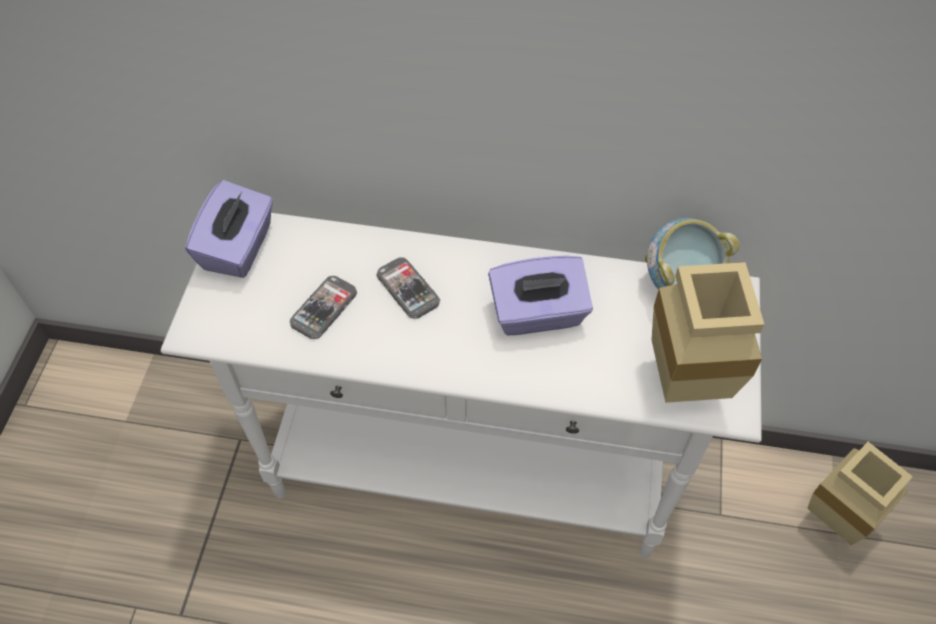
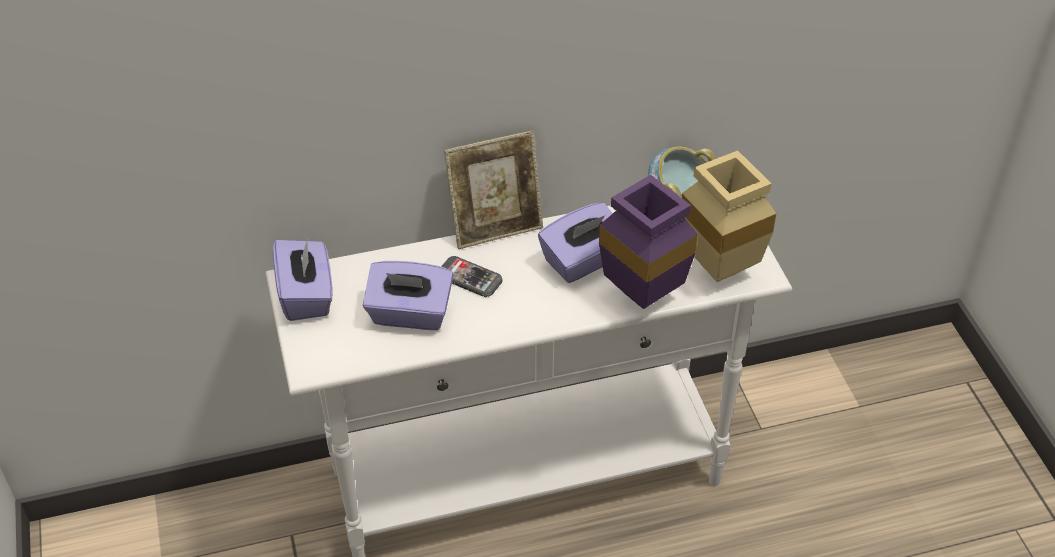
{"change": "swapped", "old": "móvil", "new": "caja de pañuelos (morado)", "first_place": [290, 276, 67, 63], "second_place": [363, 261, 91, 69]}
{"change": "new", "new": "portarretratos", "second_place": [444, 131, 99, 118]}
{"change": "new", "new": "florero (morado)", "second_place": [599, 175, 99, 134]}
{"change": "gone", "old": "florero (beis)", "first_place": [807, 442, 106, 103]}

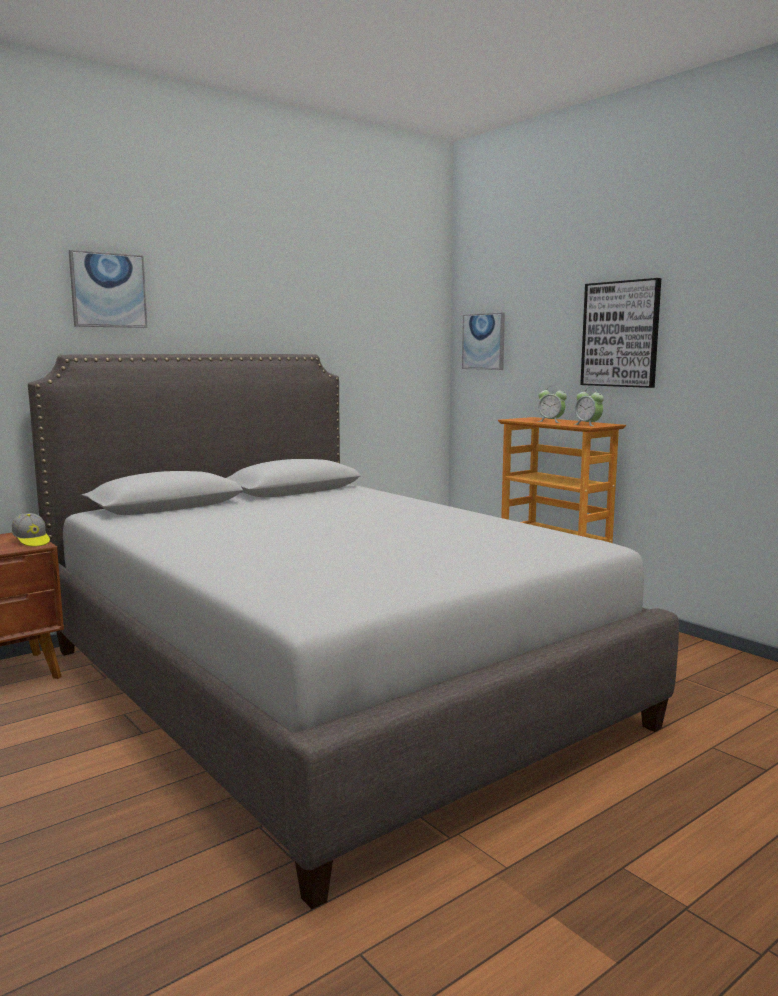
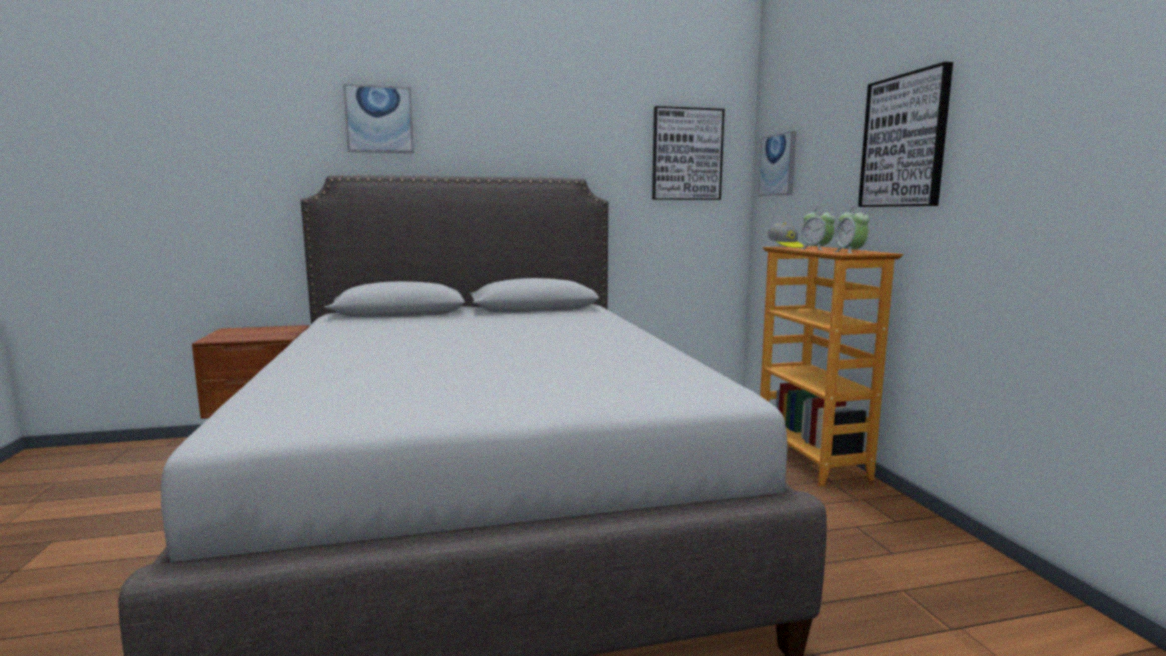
{"change": "new", "new": "cuadro", "second_place": [652, 106, 73, 94]}
{"change": "shifted", "old": "gorra", "first_place": [12, 513, 38, 34], "second_place": [767, 223, 37, 25]}

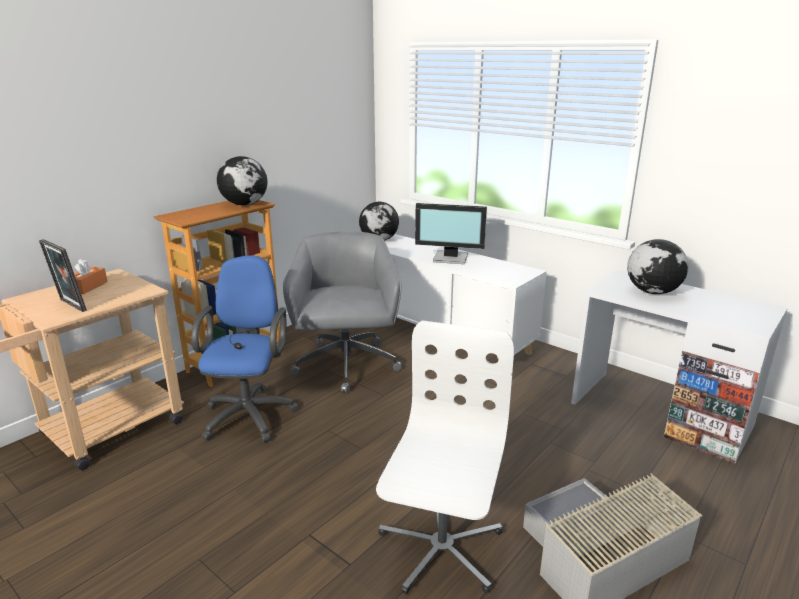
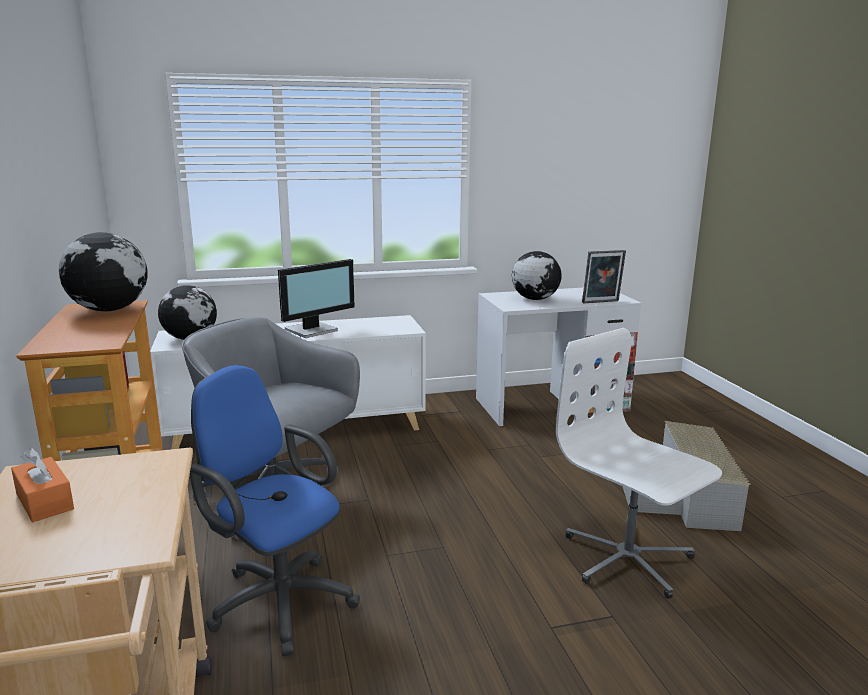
{"change": "shifted", "old": "portarretratos", "first_place": [39, 239, 48, 73], "second_place": [582, 250, 44, 53]}

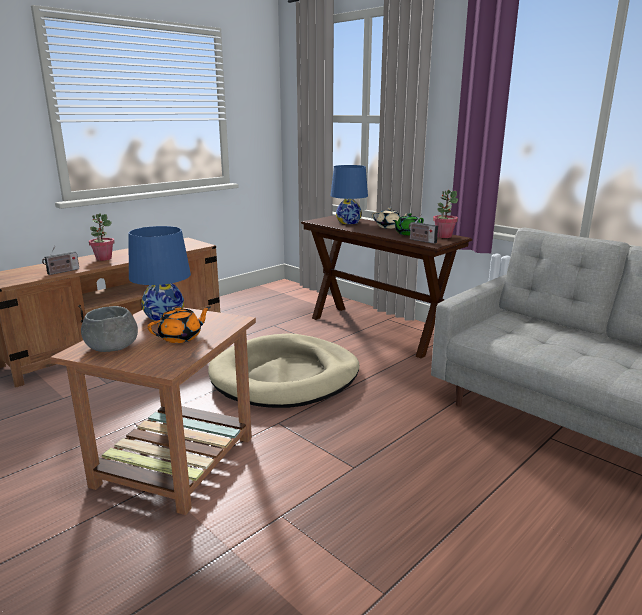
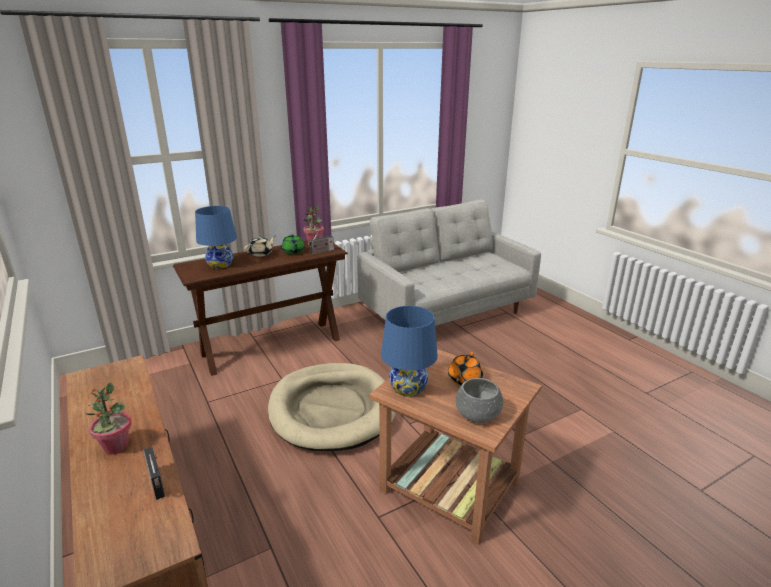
{"change": "rotated", "old": "tetera (naranja)", "first_place": [148, 306, 63, 37], "second_place": [448, 352, 35, 33], "degrees": -135}

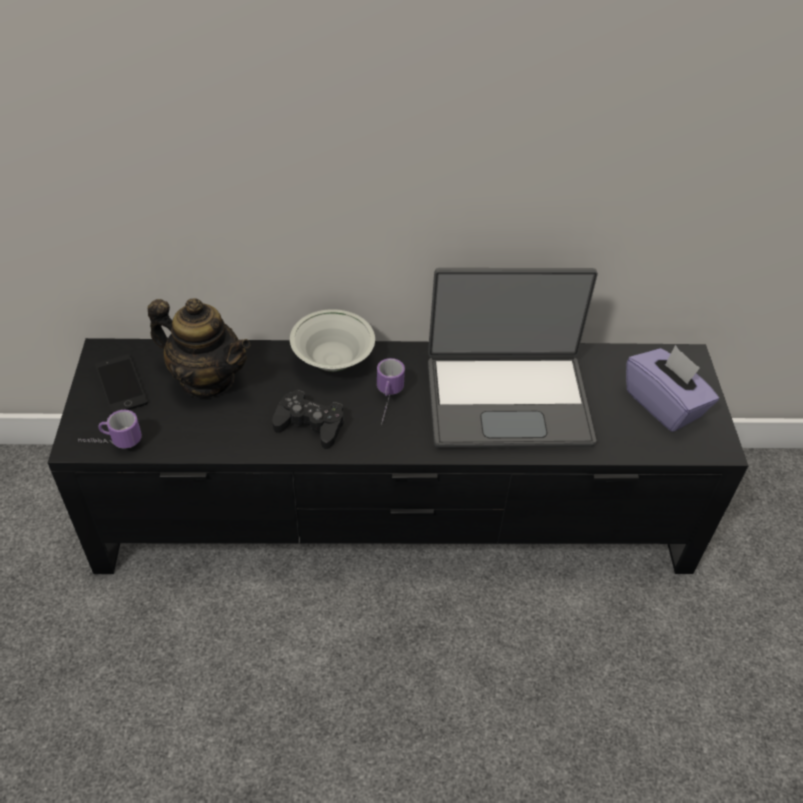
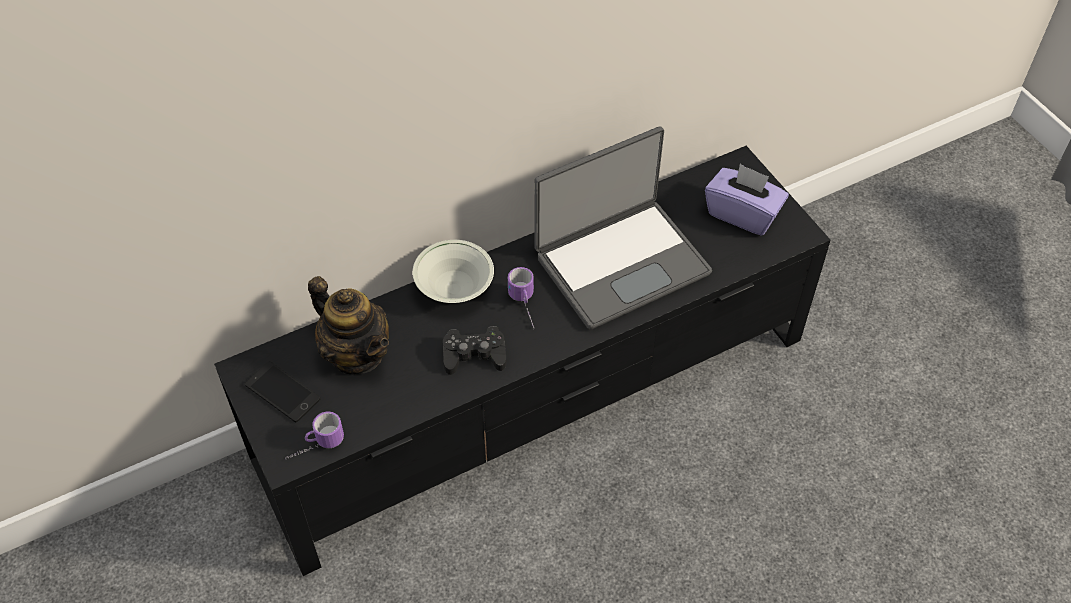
{"change": "rotated", "old": "tetera", "first_place": [148, 298, 103, 100], "second_place": [308, 276, 81, 98], "degrees": 45}

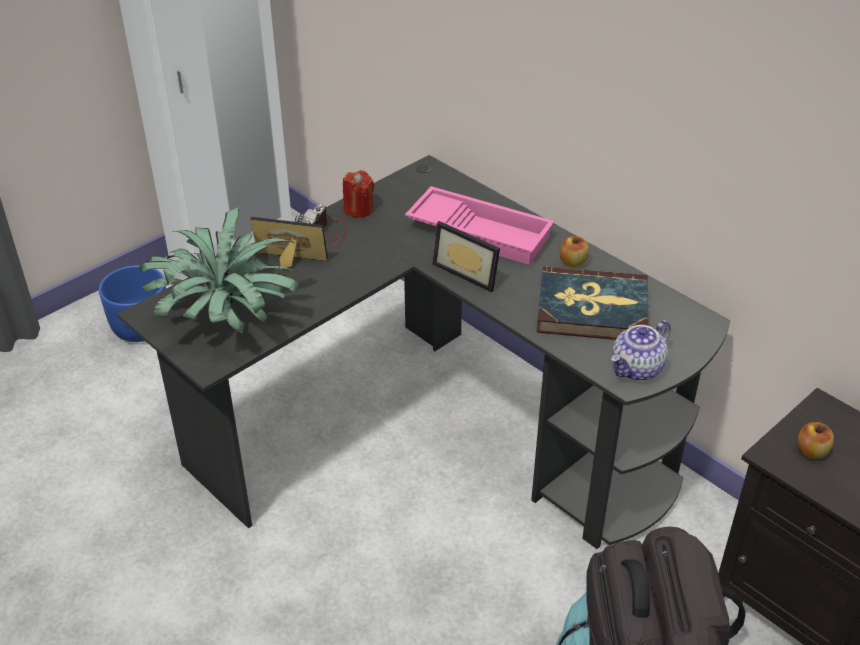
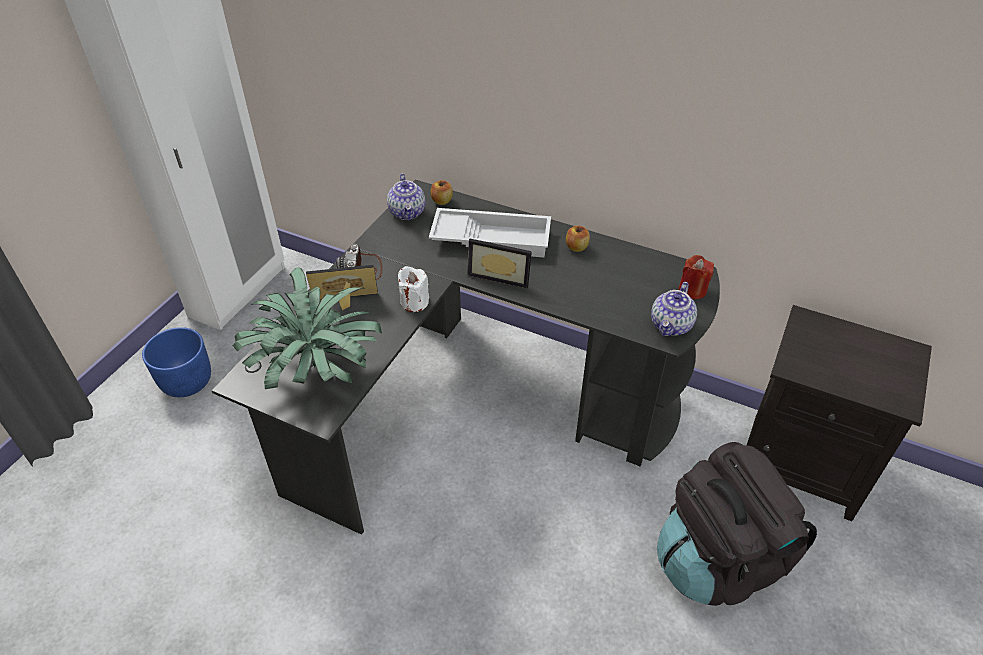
{"change": "new", "new": "tetera", "second_place": [387, 173, 38, 48]}
{"change": "new", "new": "vela (blanco)", "second_place": [398, 266, 31, 46]}
{"change": "repainted", "old": "bandeja (rosa)", "new": "bandeja (blanco)", "first_place": [405, 186, 149, 79], "second_place": [429, 208, 122, 50]}
{"change": "shifted", "old": "manzana", "first_place": [797, 422, 37, 37], "second_place": [431, 180, 22, 25]}
{"change": "shifted", "old": "vela (rojo)", "first_place": [343, 170, 31, 47], "second_place": [679, 255, 35, 44]}
{"change": "gone", "old": "libro", "first_place": [537, 266, 112, 74]}

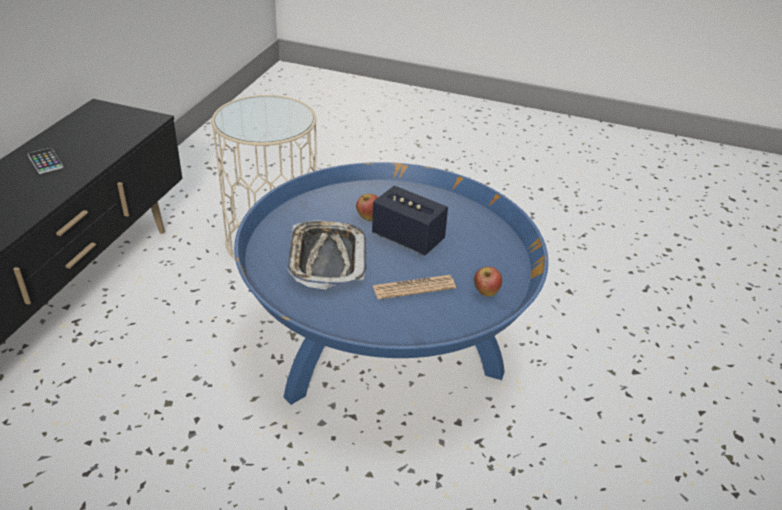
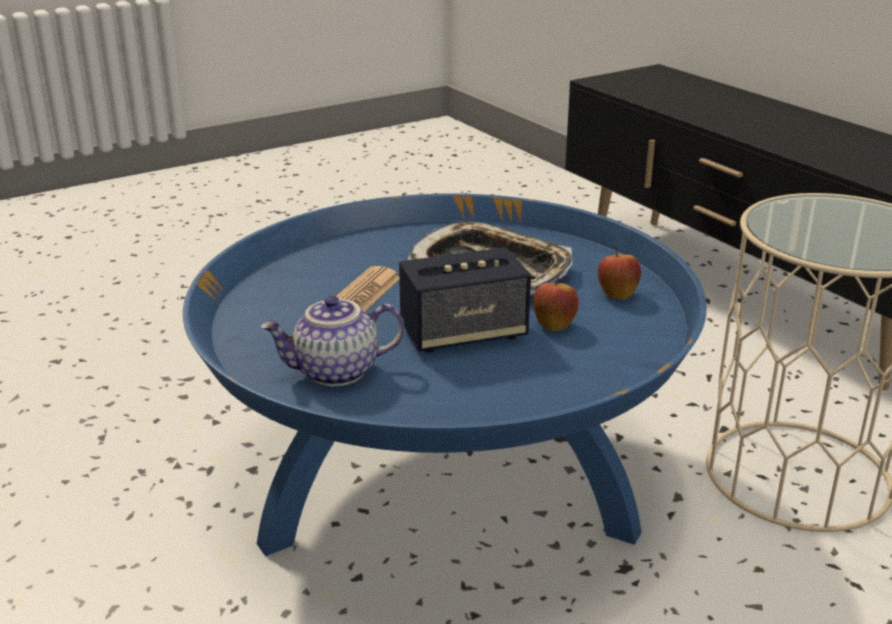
{"change": "new", "new": "tetera", "second_place": [260, 296, 145, 90]}
{"change": "shifted", "old": "manzana", "first_place": [474, 267, 28, 30], "second_place": [598, 245, 43, 55]}
{"change": "gone", "old": "móvil", "first_place": [28, 148, 36, 26]}

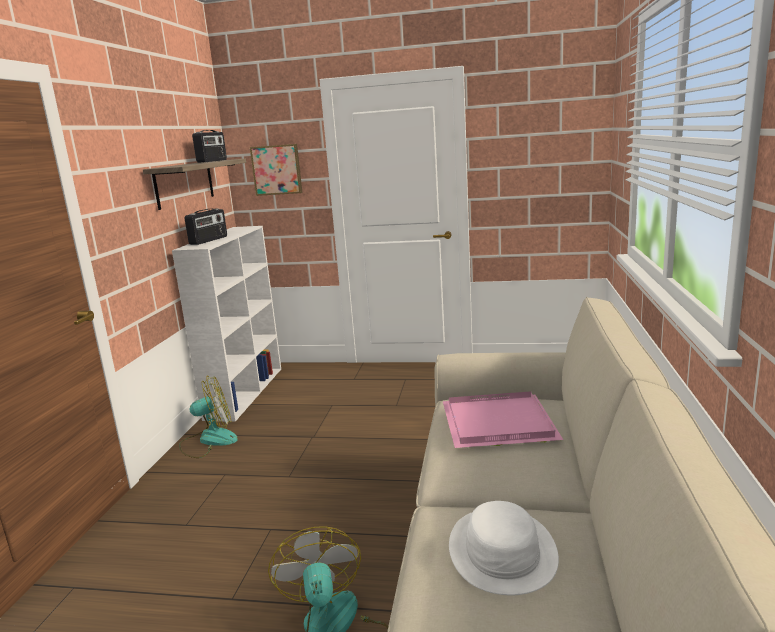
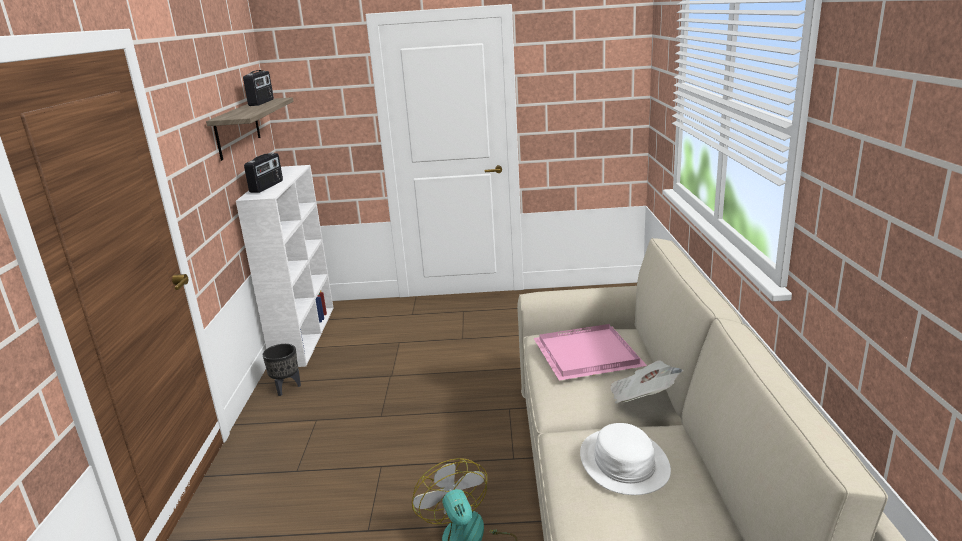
{"change": "swapped", "old": "ventilador", "new": "maceta (negro)", "first_place": [179, 375, 59, 83], "second_place": [263, 344, 38, 52]}
{"change": "new", "new": "periódico", "second_place": [610, 360, 74, 44]}
{"change": "gone", "old": "cuadro", "first_place": [250, 144, 52, 52]}

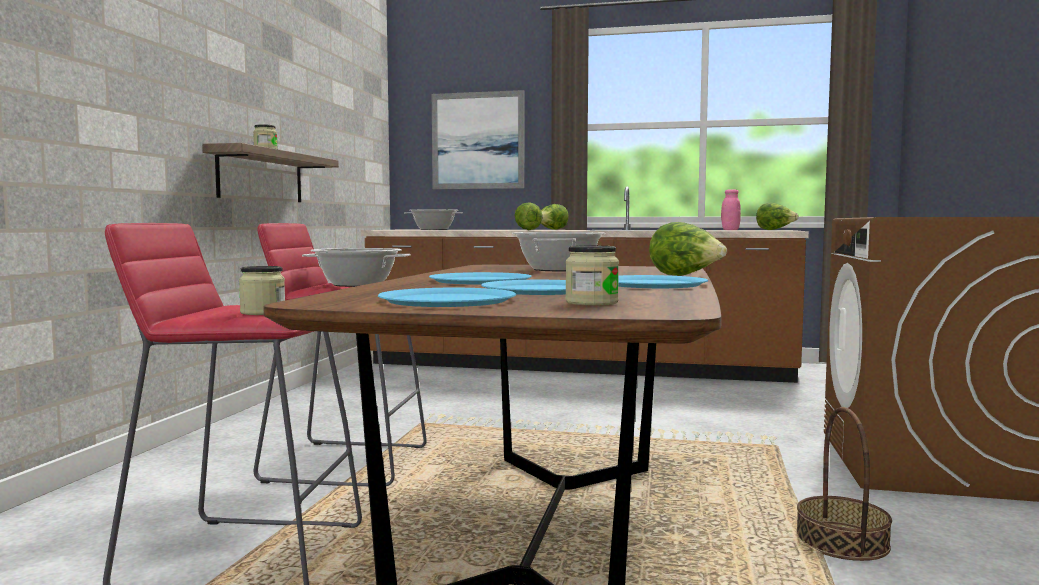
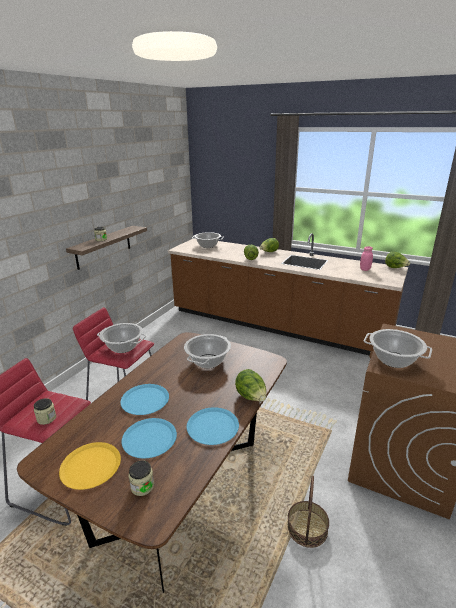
{"change": "repainted", "old": "plato (azul)", "new": "plato (amarillo)", "first_place": [378, 288, 138, 19], "second_place": [59, 442, 62, 48]}
{"change": "new", "new": "olla", "second_place": [364, 329, 68, 39]}
{"change": "gone", "old": "cuadro", "first_place": [432, 90, 92, 99]}

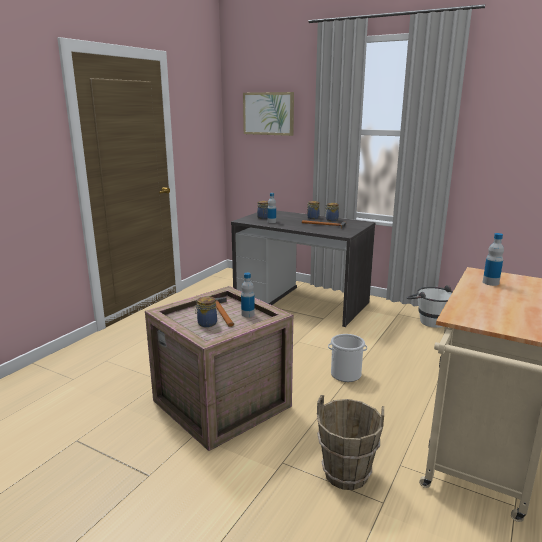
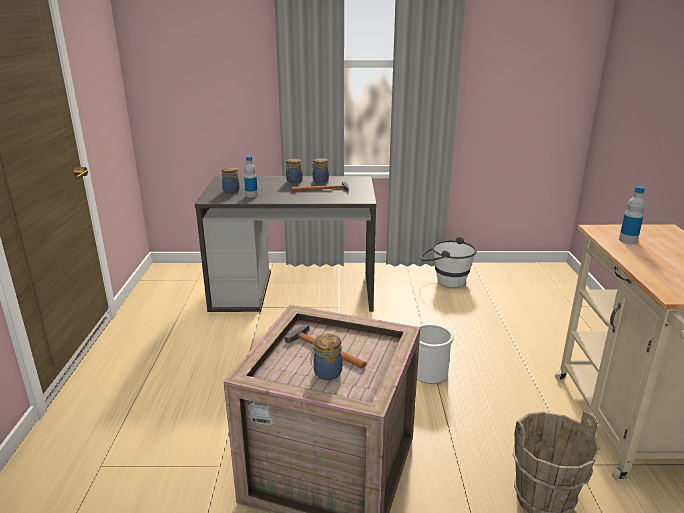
{"change": "gone", "old": "botella", "first_place": [241, 273, 14, 44]}
{"change": "gone", "old": "cuadro", "first_place": [243, 92, 51, 44]}

